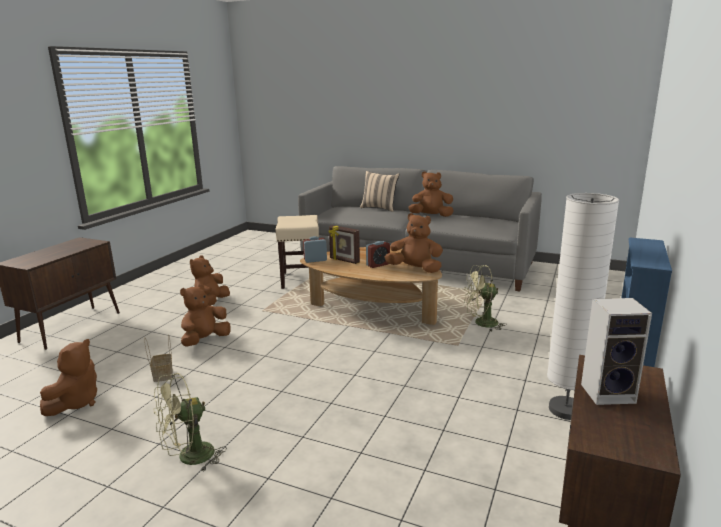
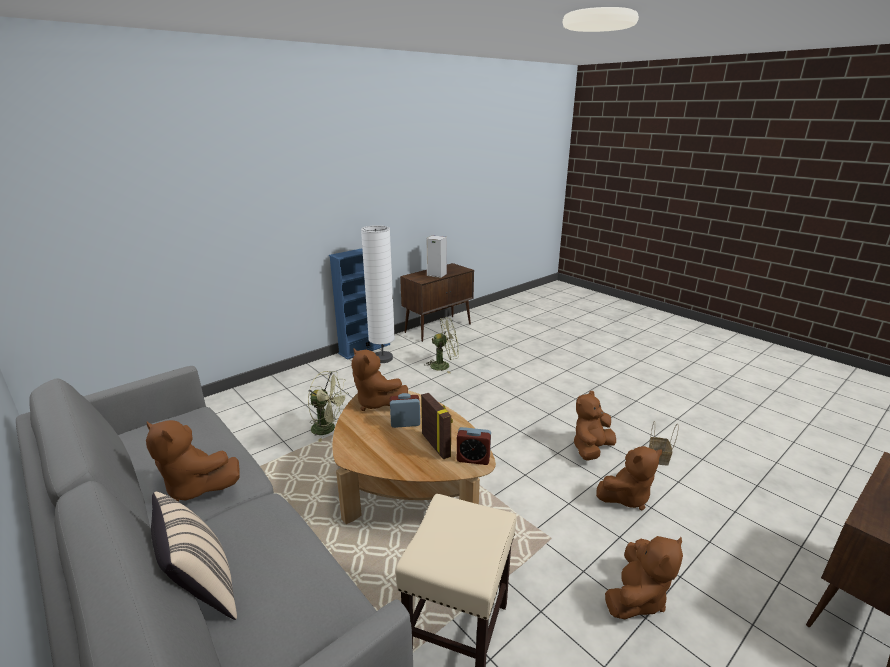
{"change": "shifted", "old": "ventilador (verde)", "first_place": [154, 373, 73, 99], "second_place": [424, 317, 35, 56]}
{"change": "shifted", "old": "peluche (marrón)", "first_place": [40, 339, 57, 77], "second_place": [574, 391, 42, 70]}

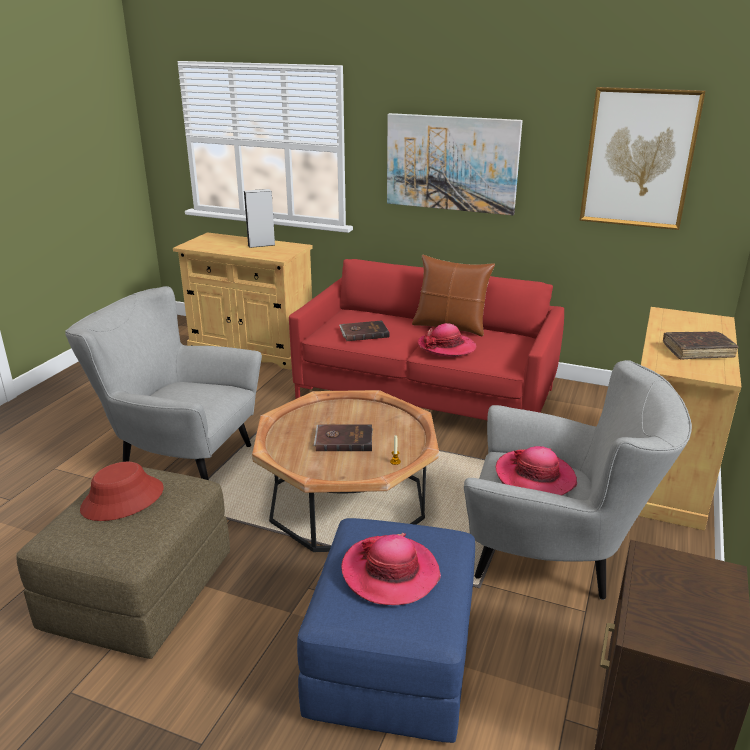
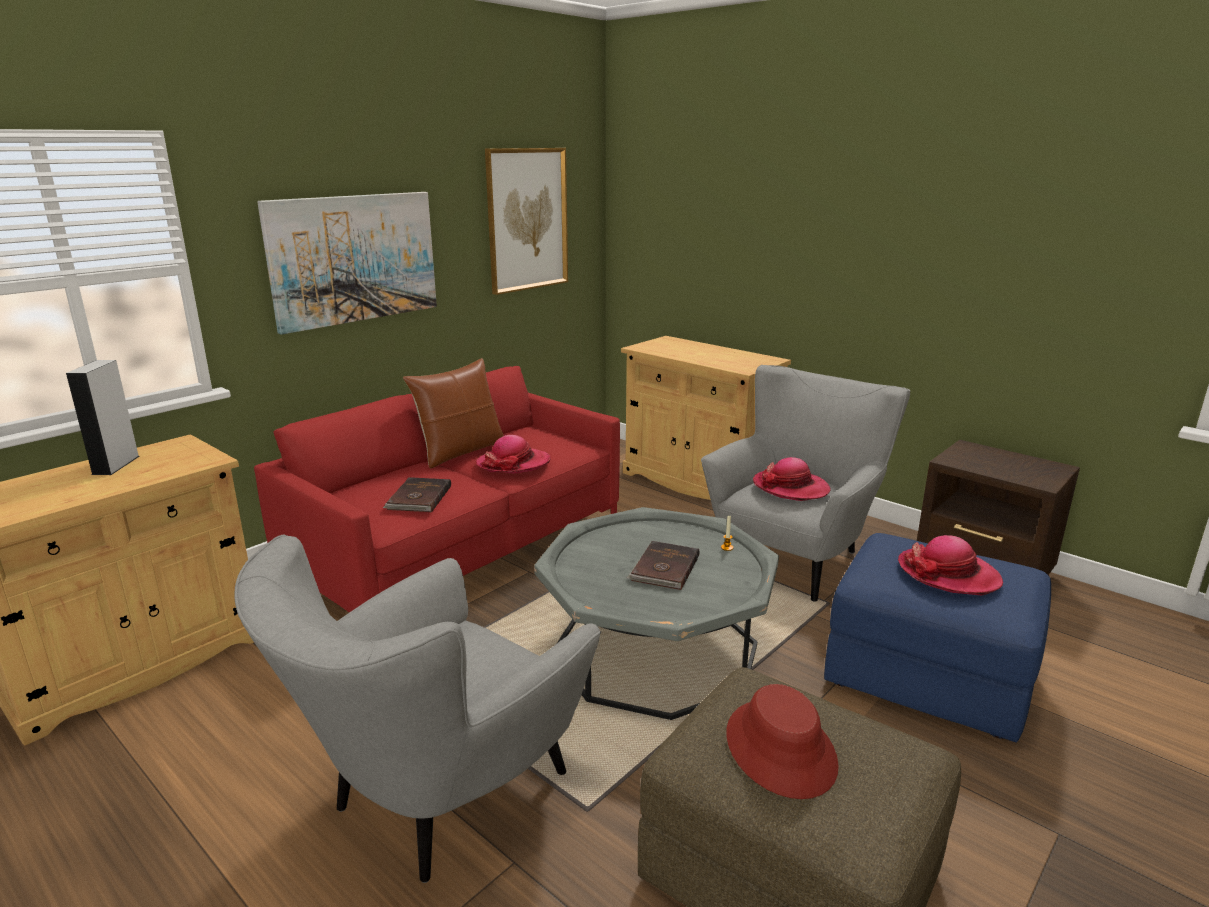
{"change": "repainted", "old": "mesa de centro (marrón)", "new": "mesa de centro (gris)", "first_place": [252, 390, 187, 162], "second_place": [534, 507, 245, 213]}
{"change": "gone", "old": "libro (marrón)", "first_place": [663, 331, 75, 29]}

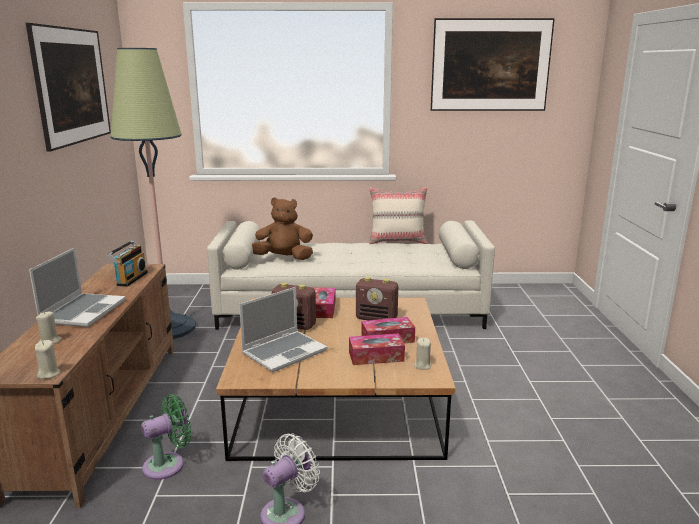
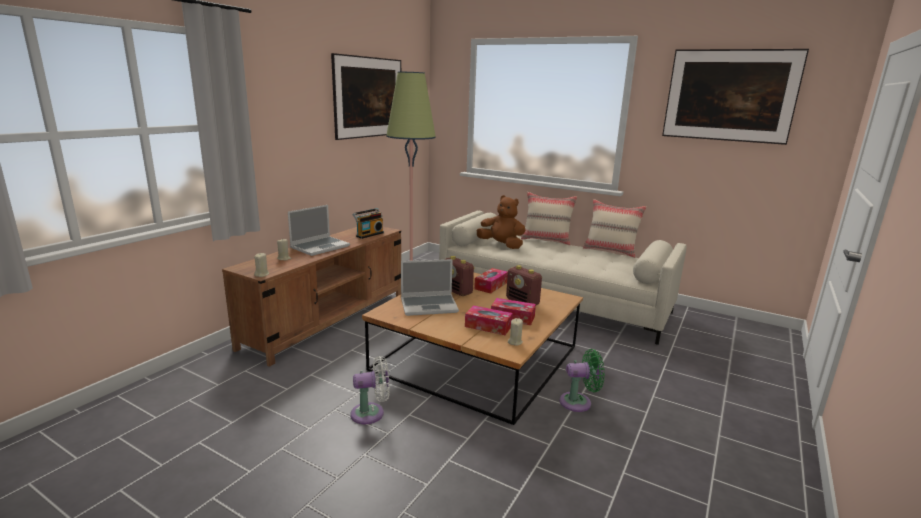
{"change": "new", "new": "cojín (beis)", "second_place": [521, 192, 56, 53]}
{"change": "shifted", "old": "ventilador (verde)", "first_place": [141, 394, 50, 86], "second_place": [560, 349, 45, 63]}

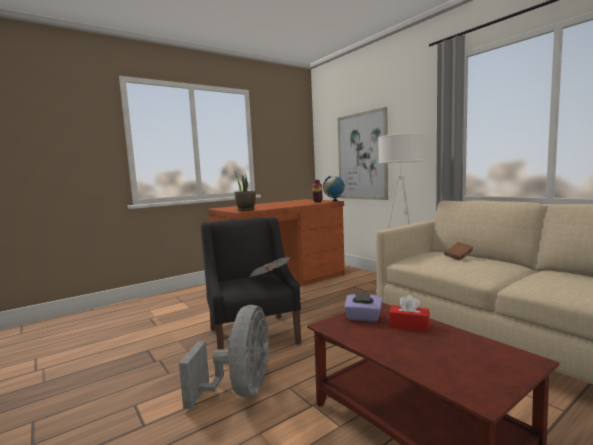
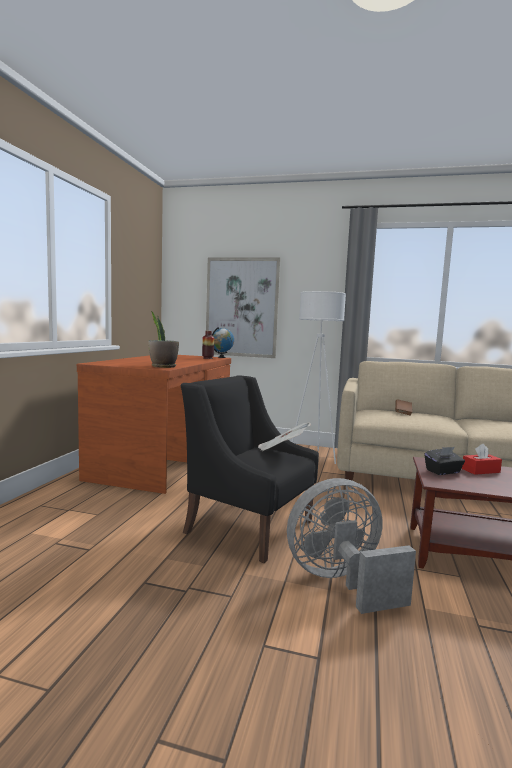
{"change": "rotated", "old": "ventilador (gris)", "first_place": [179, 305, 91, 104], "second_place": [287, 478, 129, 136], "degrees": -75}
{"change": "repainted", "old": "caja de pañuelos (morado)", "new": "caja de pañuelos (negro)", "first_place": [344, 292, 38, 30], "second_place": [424, 447, 41, 28]}

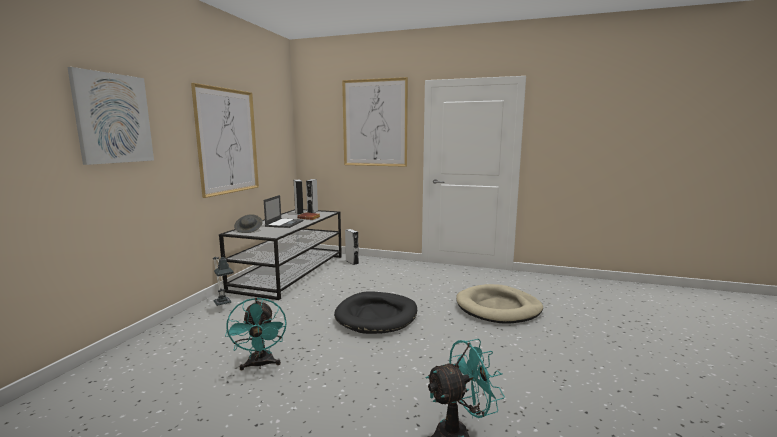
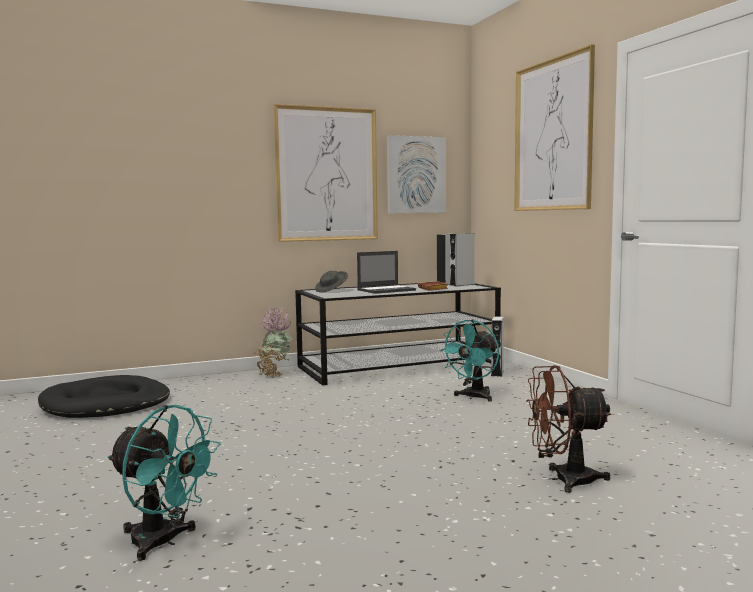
{"change": "shifted", "old": "cama para perro (negro)", "first_place": [334, 291, 83, 43], "second_place": [38, 375, 132, 43]}
{"change": "swapped", "old": "lámpara de mesa", "new": "planta en maceta", "first_place": [213, 255, 21, 51], "second_place": [253, 307, 41, 71]}
{"change": "shifted", "old": "cuadro", "first_place": [67, 67, 87, 98], "second_place": [387, 135, 59, 78]}
{"change": "shifted", "old": "ventilador (turquesa)", "first_place": [225, 297, 62, 73], "second_place": [439, 320, 60, 82]}
{"change": "swapped", "old": "cama para perro (beis)", "new": "ventilador (marrón)", "first_place": [456, 284, 87, 40], "second_place": [526, 365, 85, 128]}

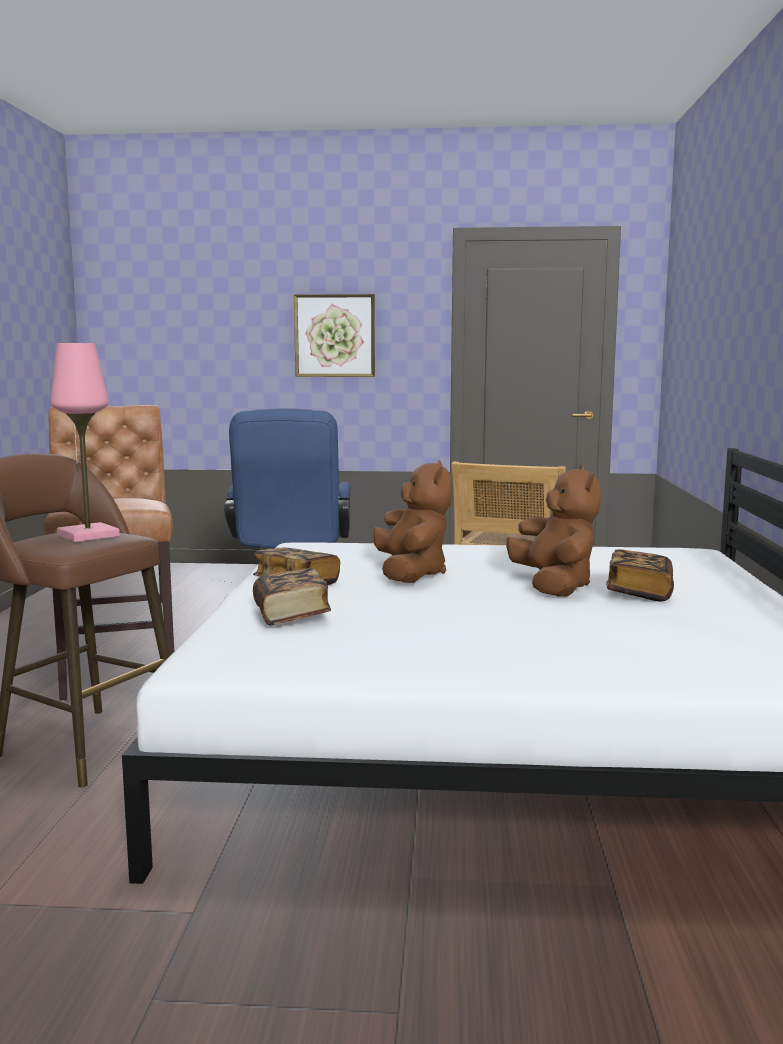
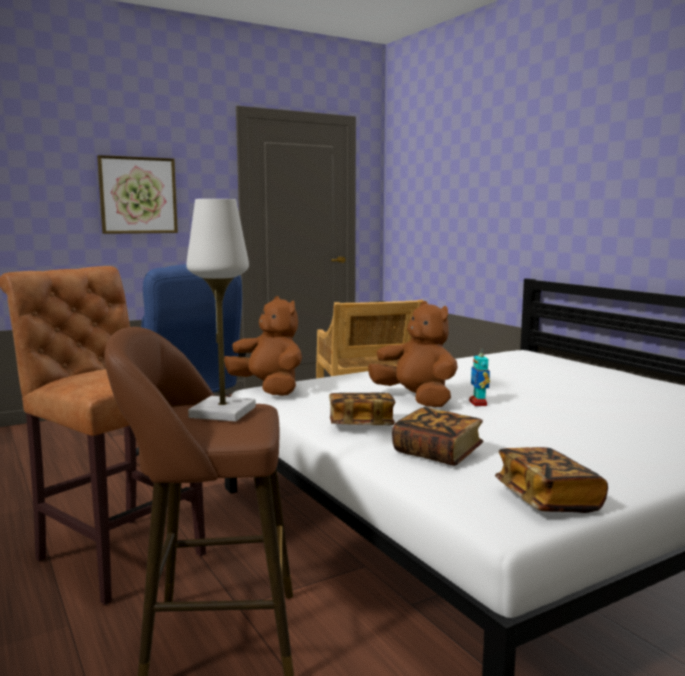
{"change": "repainted", "old": "lámpara de mesa (rosa)", "new": "lámpara de mesa (blanco)", "first_place": [51, 343, 69, 199], "second_place": [186, 199, 70, 223]}
{"change": "shifted", "old": "peluche (marrón)", "first_place": [506, 465, 95, 132], "second_place": [224, 296, 78, 100]}
{"change": "new", "new": "robot de juguete", "second_place": [469, 349, 21, 57]}
{"change": "shifted", "old": "libro", "first_place": [606, 549, 68, 53], "second_place": [495, 447, 113, 66]}

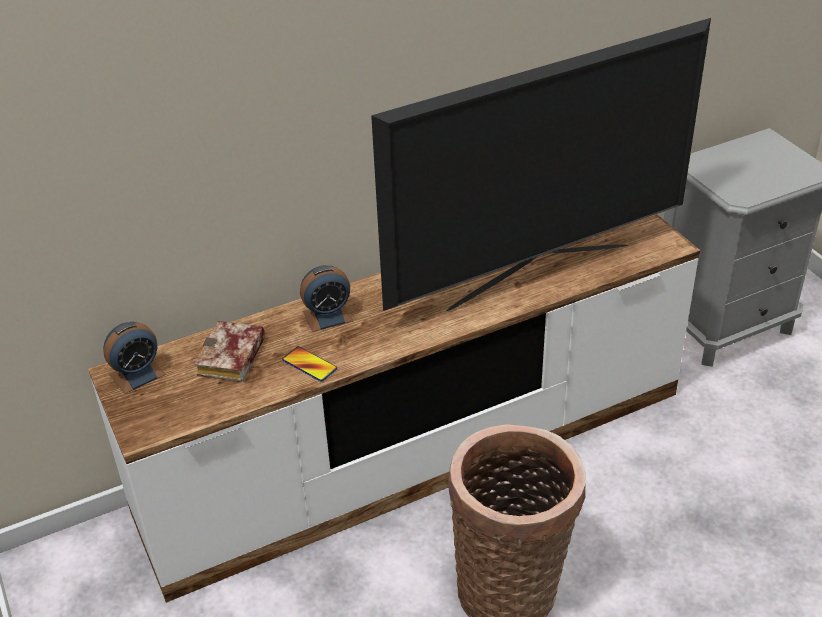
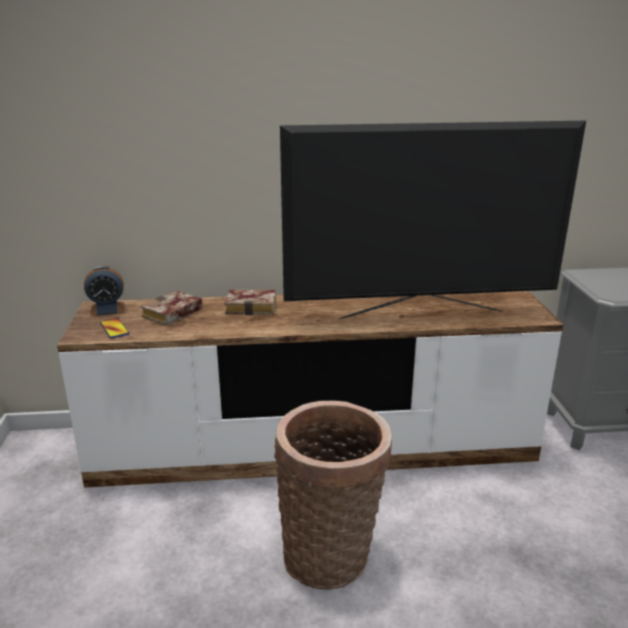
{"change": "shifted", "old": "móvil", "first_place": [282, 346, 55, 36], "second_place": [100, 318, 29, 20]}
{"change": "swapped", "old": "despertador", "new": "libro", "first_place": [300, 265, 53, 67], "second_place": [224, 290, 52, 25]}

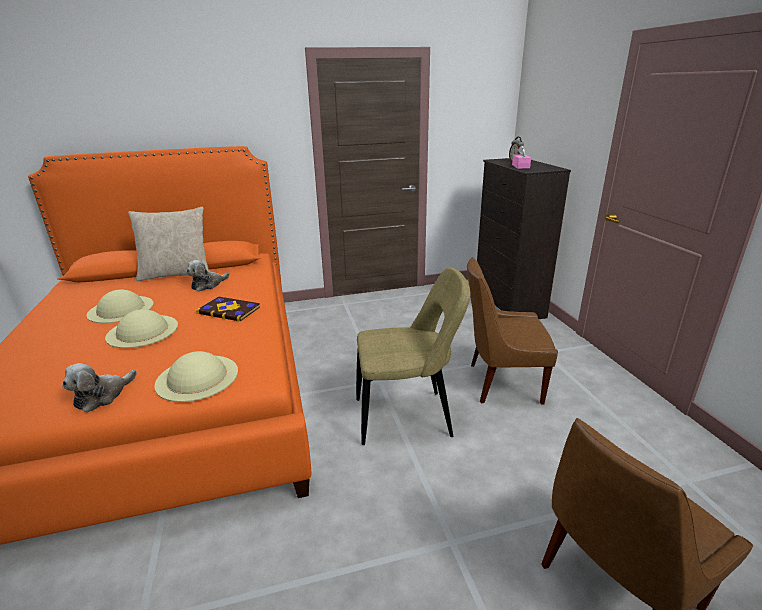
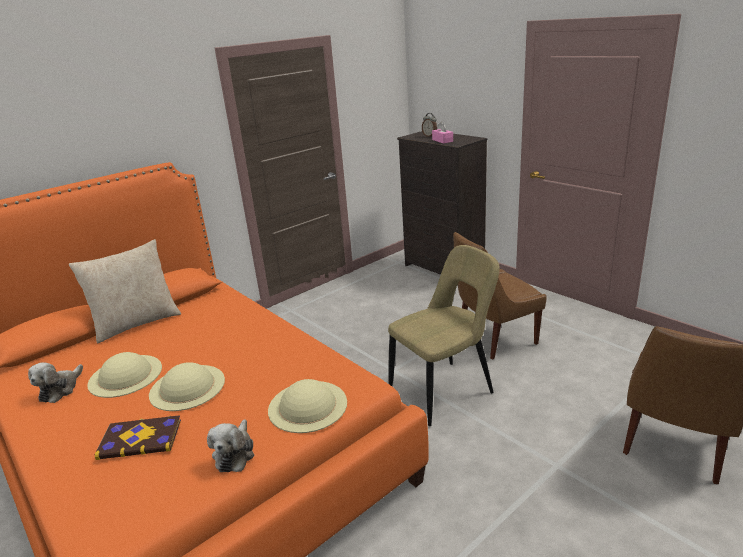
{"change": "shifted", "old": "peluche", "first_place": [186, 260, 44, 32], "second_place": [28, 362, 55, 41]}
{"change": "shifted", "old": "libro", "first_place": [196, 296, 64, 26], "second_place": [95, 415, 86, 45]}

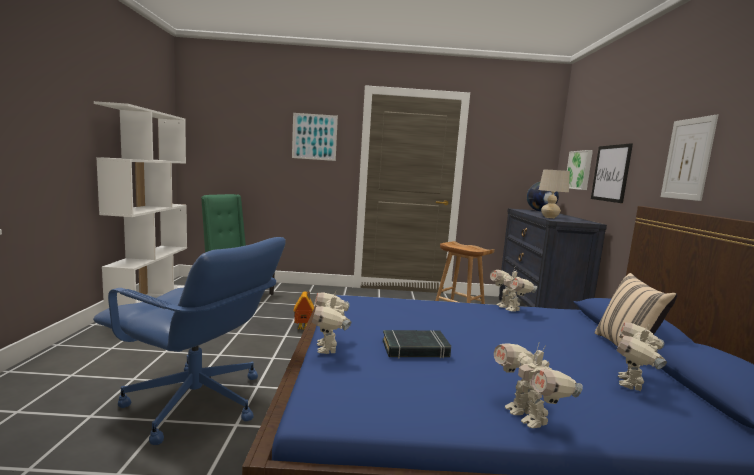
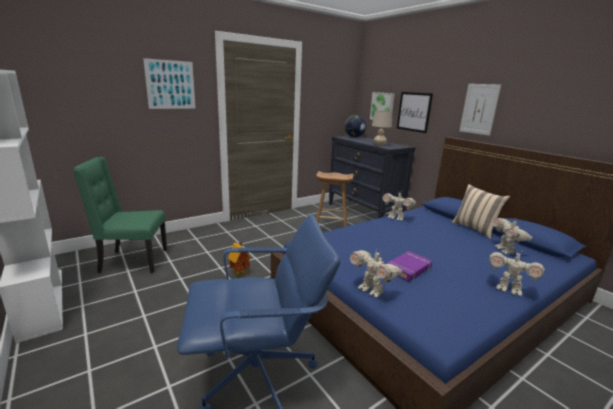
{"change": "repainted", "old": "libro (negro)", "new": "libro (morado)", "first_place": [383, 330, 68, 28], "second_place": [386, 251, 46, 31]}

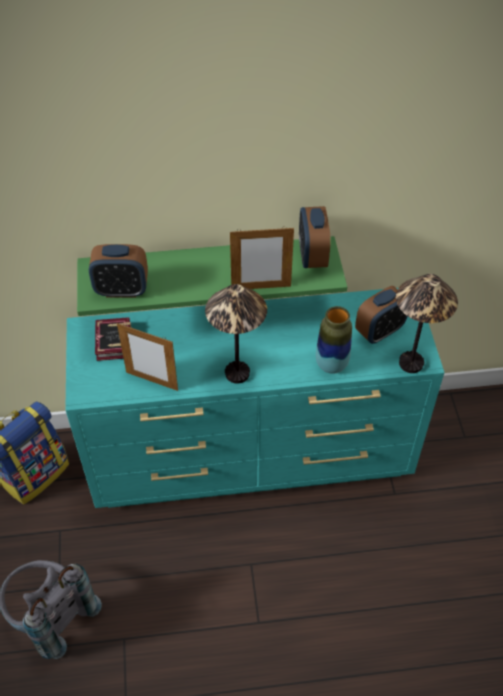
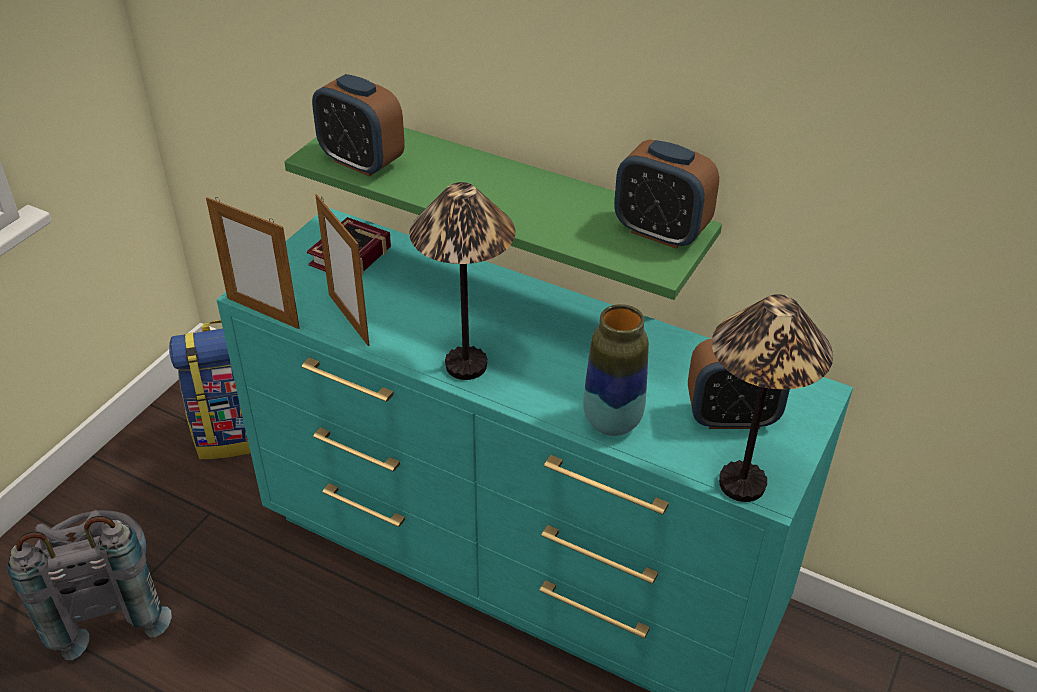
{"change": "shifted", "old": "portarretratos", "first_place": [230, 226, 64, 63], "second_place": [206, 197, 94, 132]}
{"change": "rotated", "old": "despertador", "first_place": [299, 206, 31, 62], "second_place": [614, 139, 105, 110], "degrees": -90}

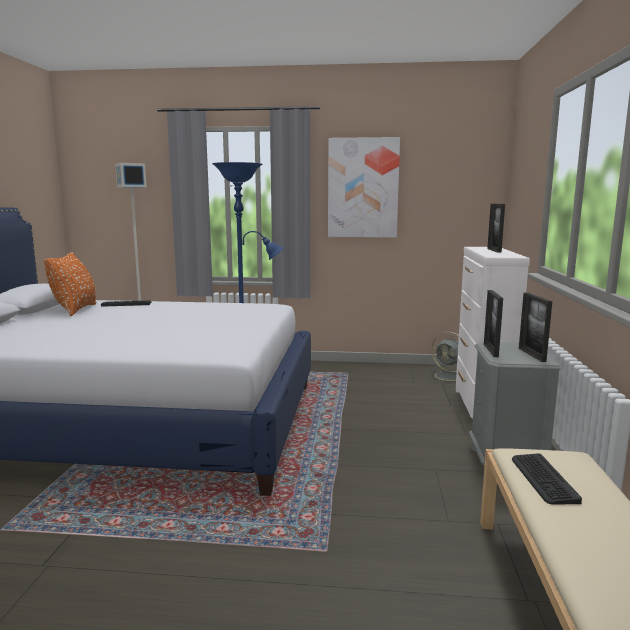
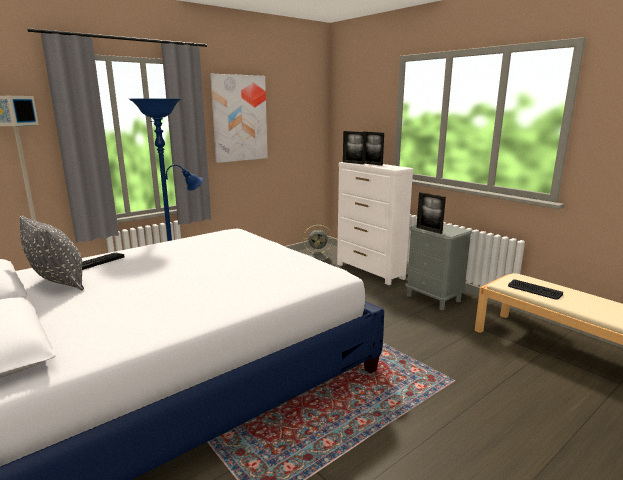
{"change": "repainted", "old": "cojín (naranja)", "new": "cojín (gris)", "first_place": [44, 252, 52, 64], "second_place": [20, 215, 64, 76]}
{"change": "shifted", "old": "portarretratos", "first_place": [519, 293, 33, 69], "second_place": [343, 131, 23, 33]}

